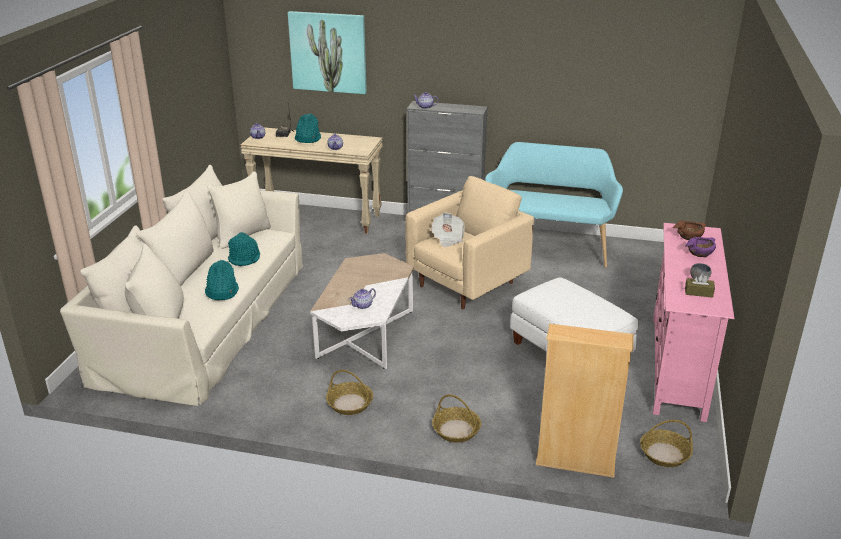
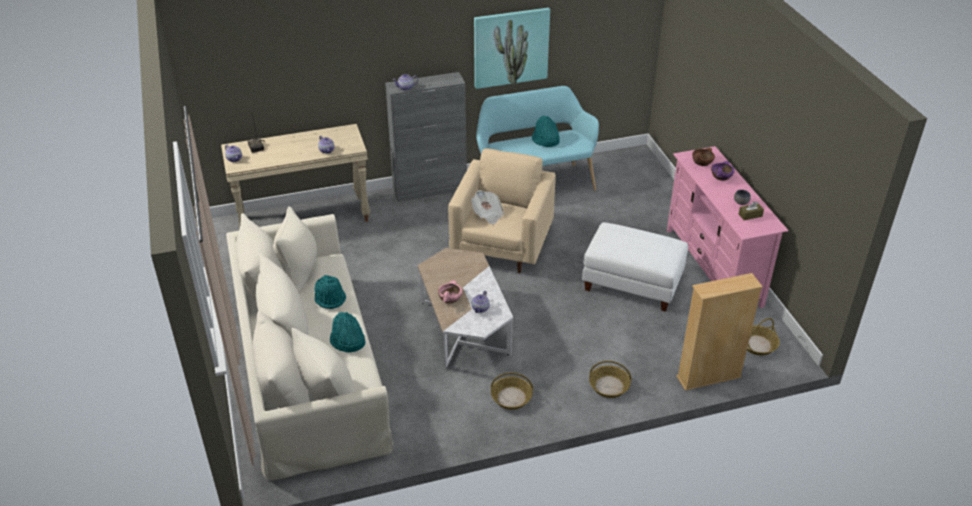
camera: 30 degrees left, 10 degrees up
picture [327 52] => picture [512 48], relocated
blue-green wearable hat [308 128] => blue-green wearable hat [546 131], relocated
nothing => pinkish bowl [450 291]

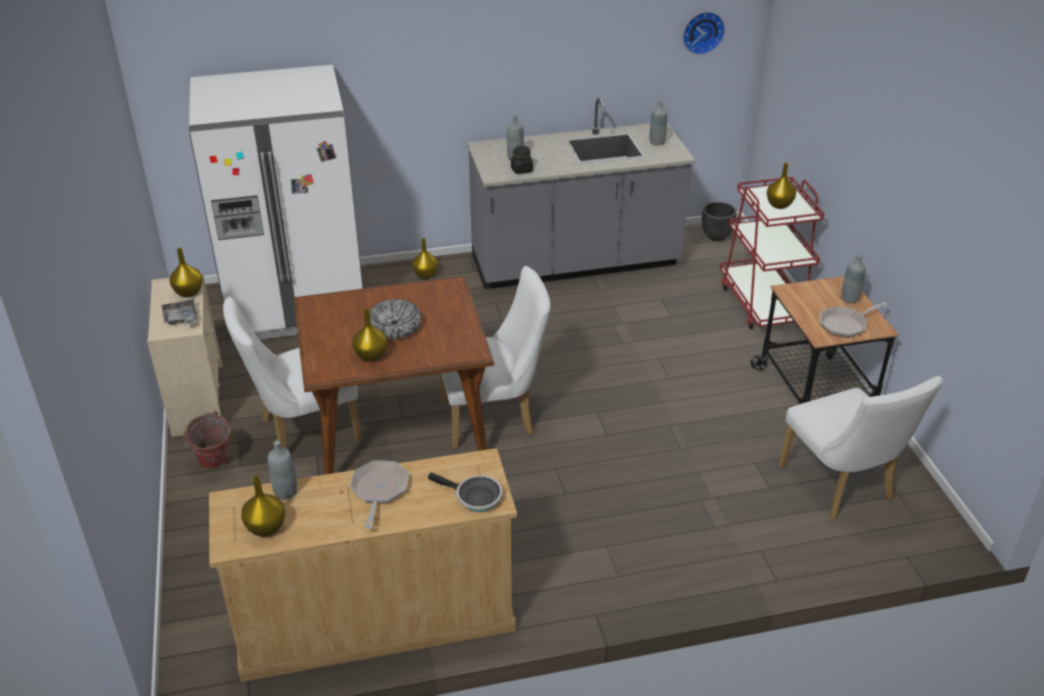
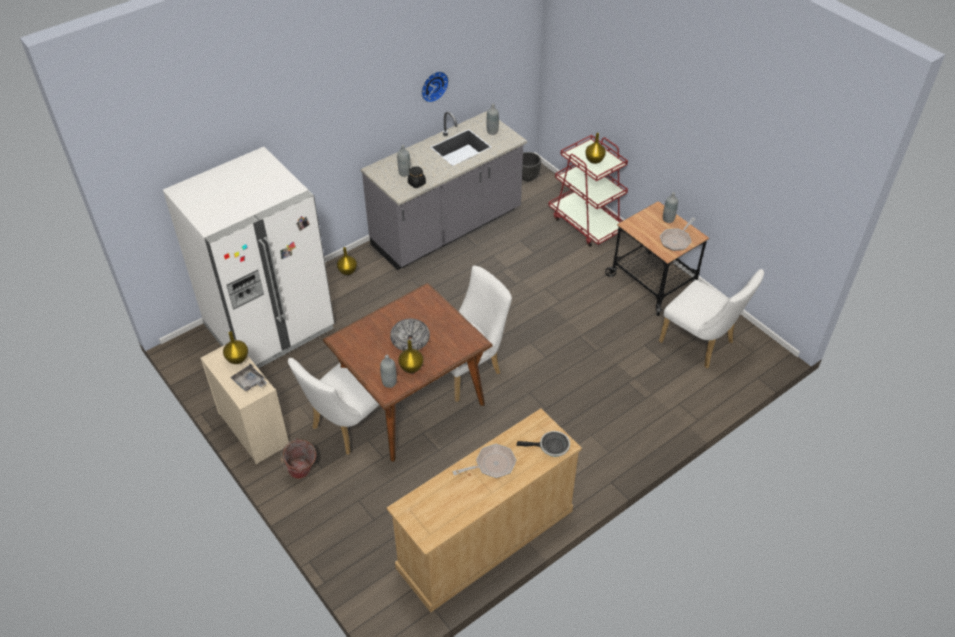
camera: 25 degrees left, 10 degrees up
yellow-coloured vase [263 506] => nothing
gray beverage bottle [282 470] => gray beverage bottle [388 371], relocated
pan [379 494] => pan [485 461], 90 degrees clockwise
wall clock [704 33] => wall clock [435 87], relocated

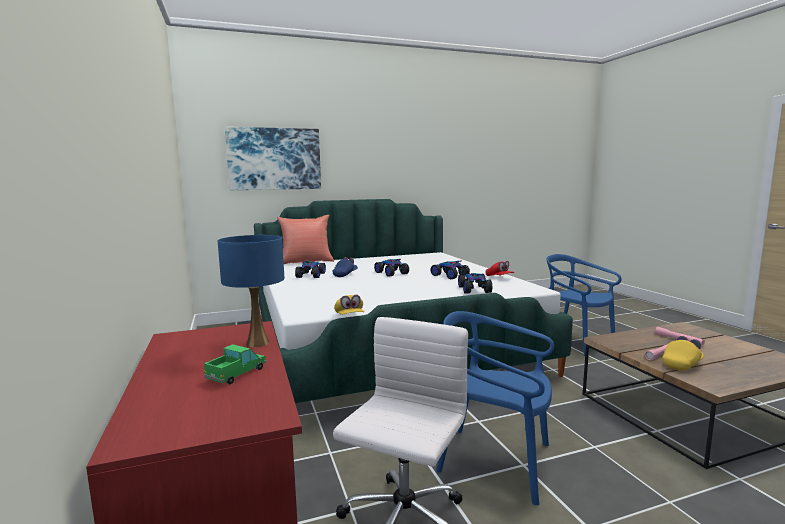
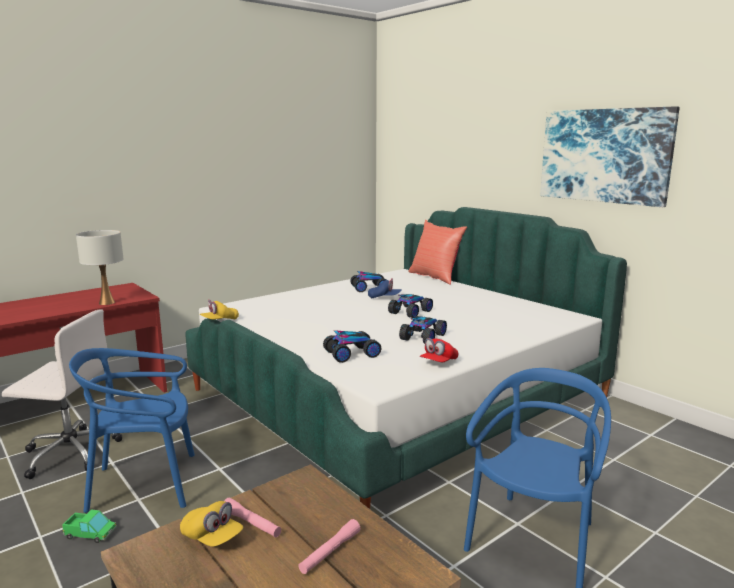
camera: 70 degrees right, 5 degrees up
toy truck [235 364] => toy truck [89 526], relocated
blue table lamp [251 291] => white-coloured table lamp [99 267]
picture [273 158] => picture [610 156], relocated
blue upright chair [495 408] => blue upright chair [132 430], 105 degrees counterclockwise

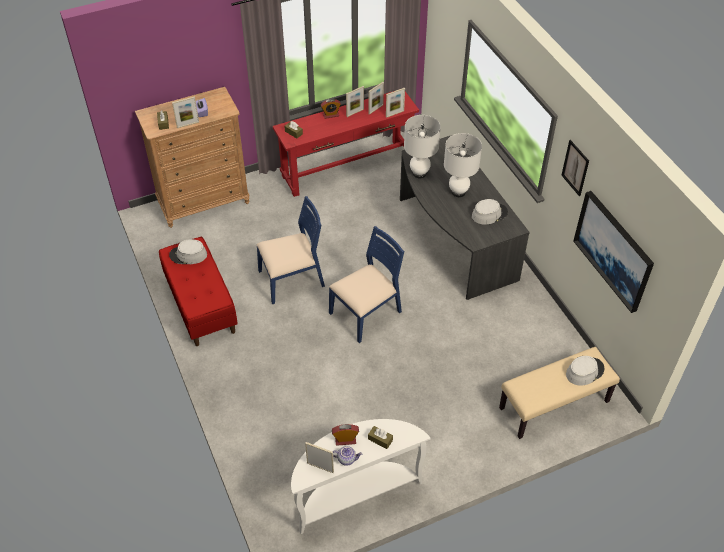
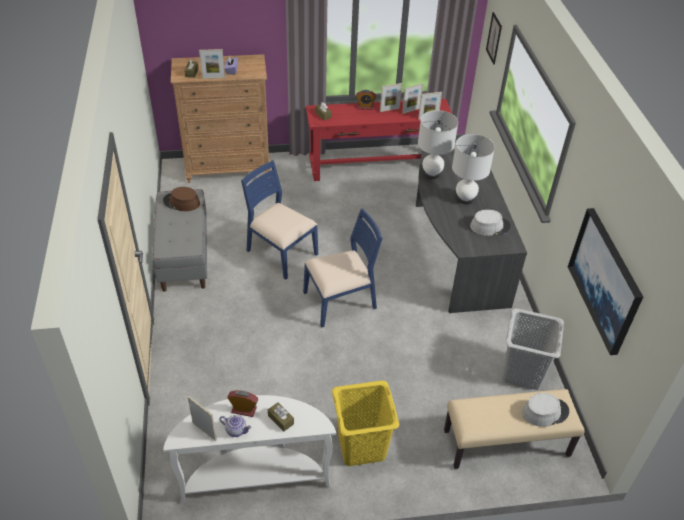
camera: 15 degrees right, 5 degrees down
red bench [198 291] => gray bench [179 240]
gray wearable hat [188 251] => brownish wearable hat [181 199]
blue upright chair [290 250] => blue upright chair [279 220], 135 degrees counterclockwise
picture [575 168] => picture [494 38], relocated
nothing => yellow-coloured hamper [365 423]
nothing => gray hamper [533 349]

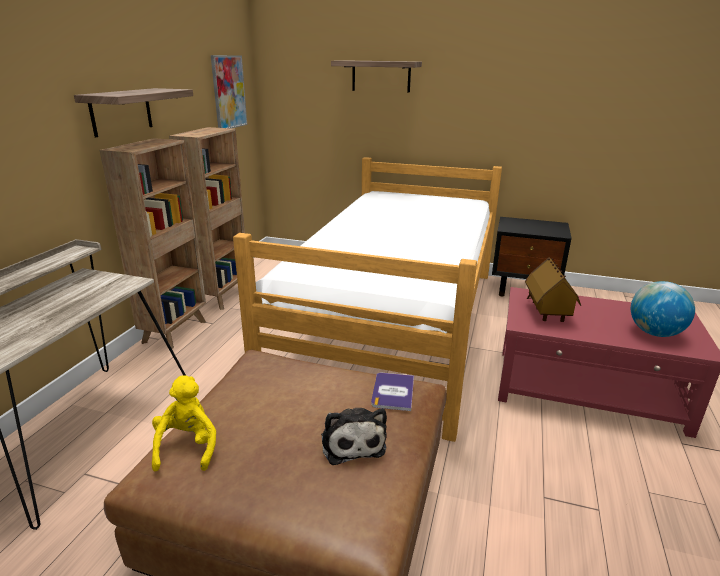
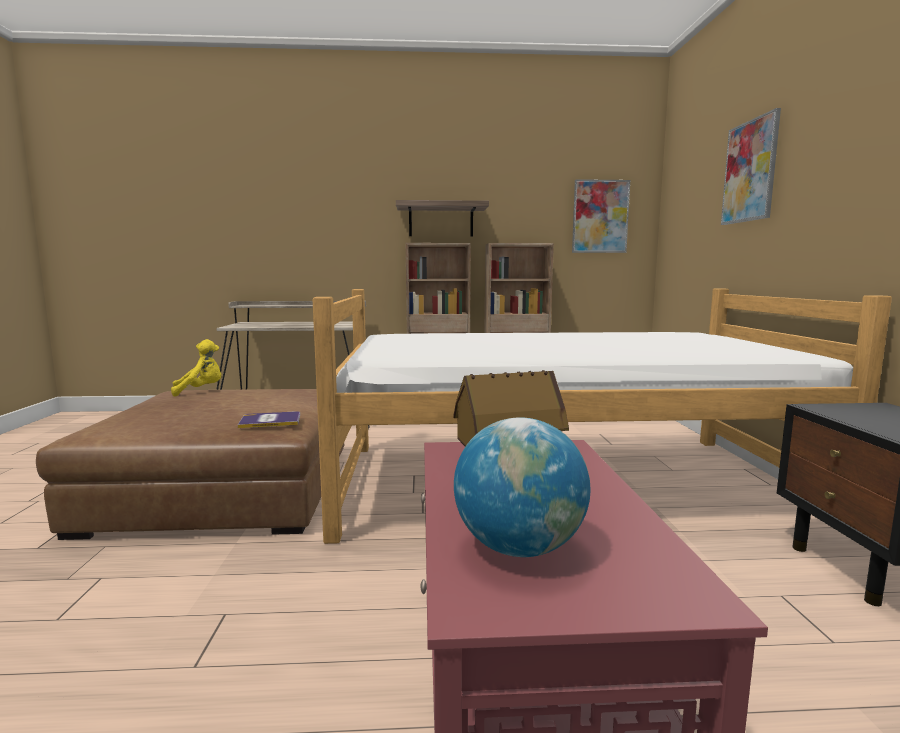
camera: 70 degrees right, 15 degrees down
plush toy [354 436] => nothing
wall shelf [376 76] => picture [751 166]

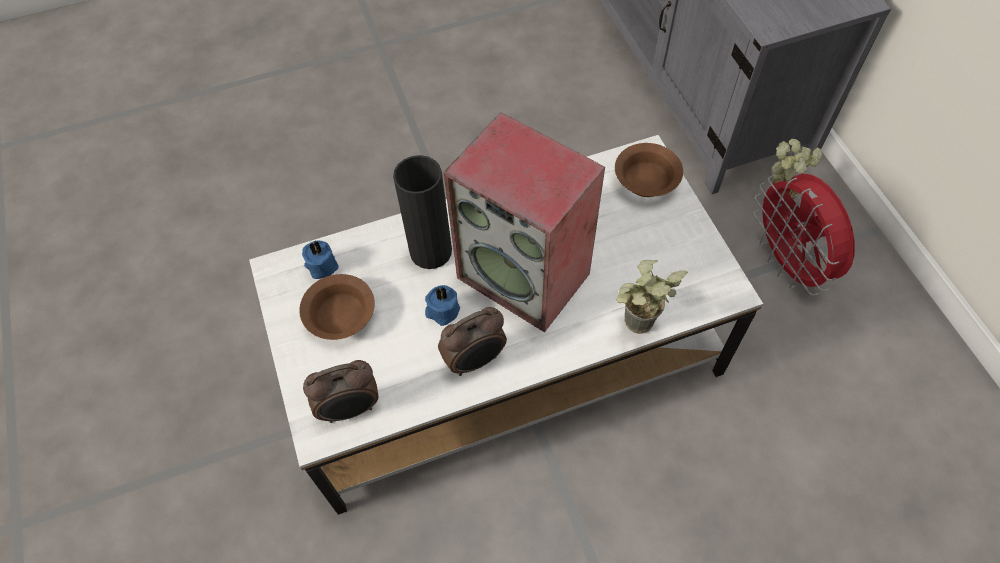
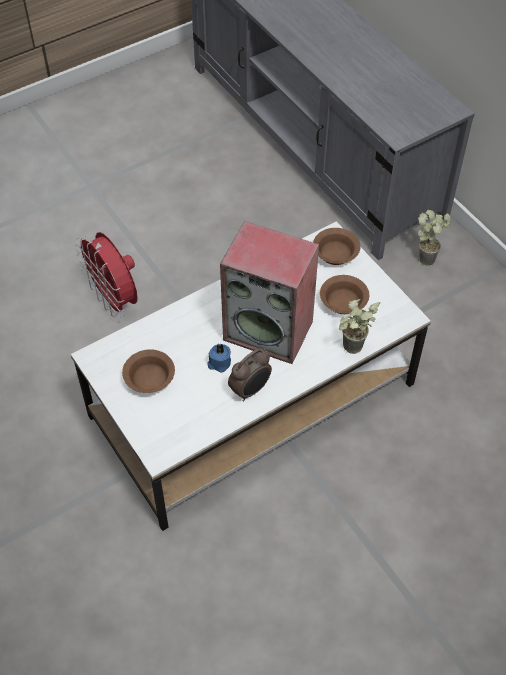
camera: 15 degrees left, 5 degrees down
blue wax light [320 260] => nothing
alarm clock [340 391] => nothing
black vase [422 212] => nothing
red electric fan [804 235] => red electric fan [106 274], relocated
nothing => brownish bowl [344 294]

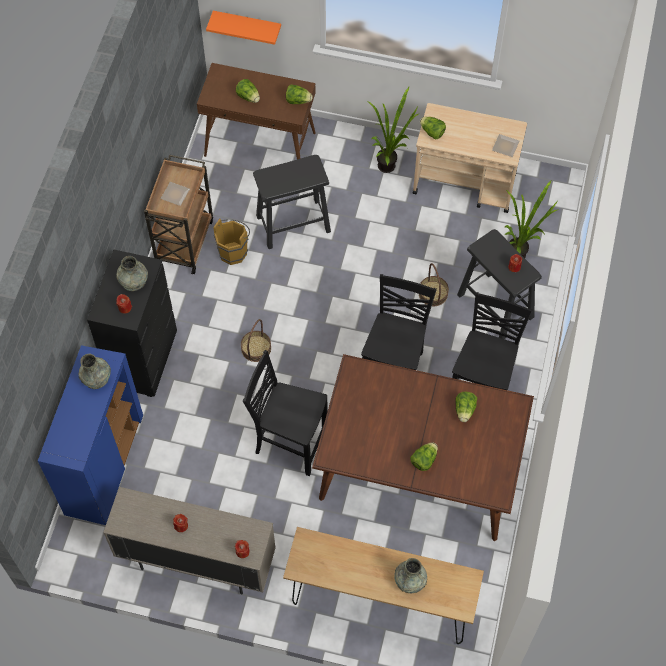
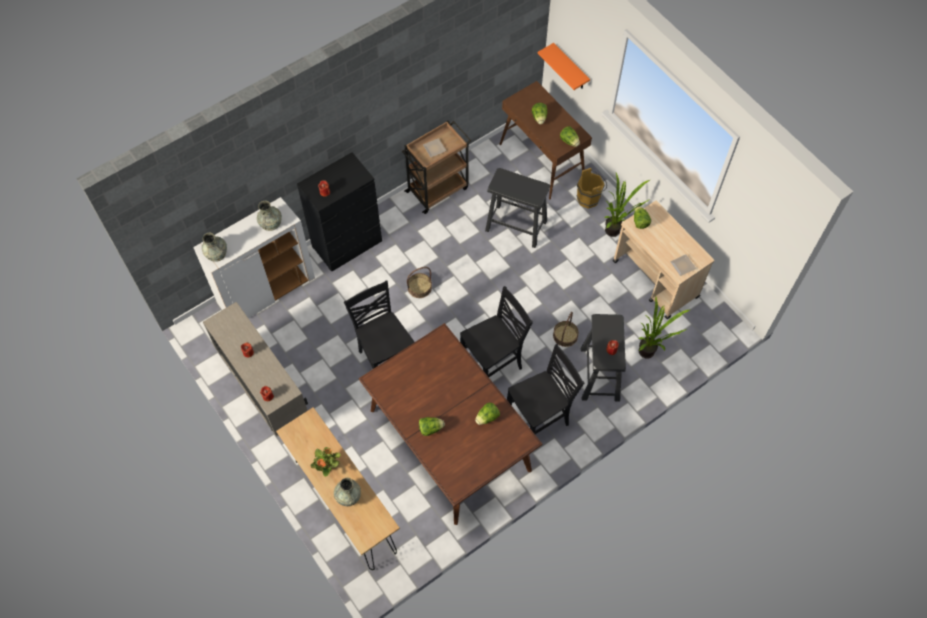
camera: 40 degrees right, 0 degrees up
blue cabinet [90 435] => white-coloured cabinet [254 257]
gray vase [132 273] => gray vase [214 247], relocated
brownish pail [231 241] => brownish pail [591 188], relocated
nothing => potted plant [326 462]

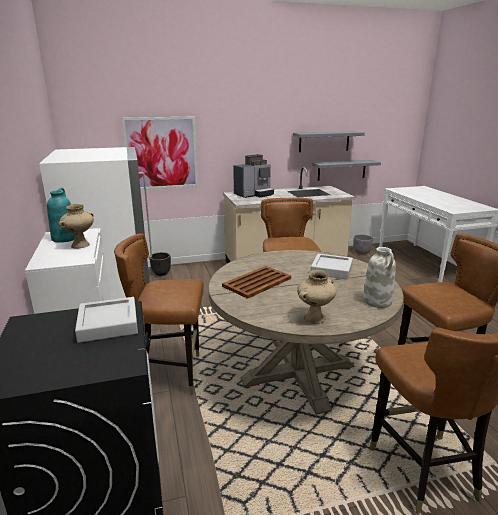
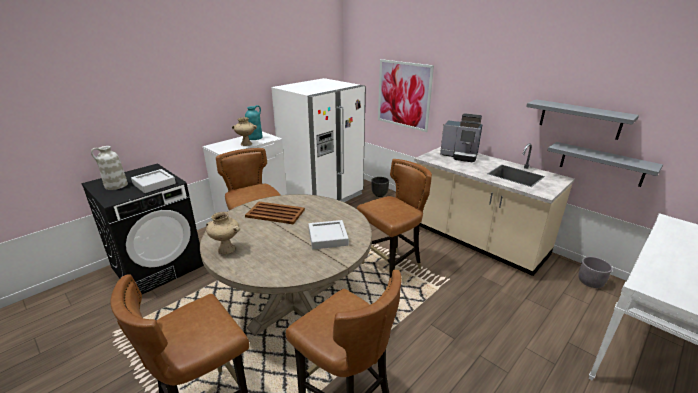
camera: 60 degrees right, 5 degrees up
white-coloured vase [379 277] => white-coloured vase [109 168], relocated

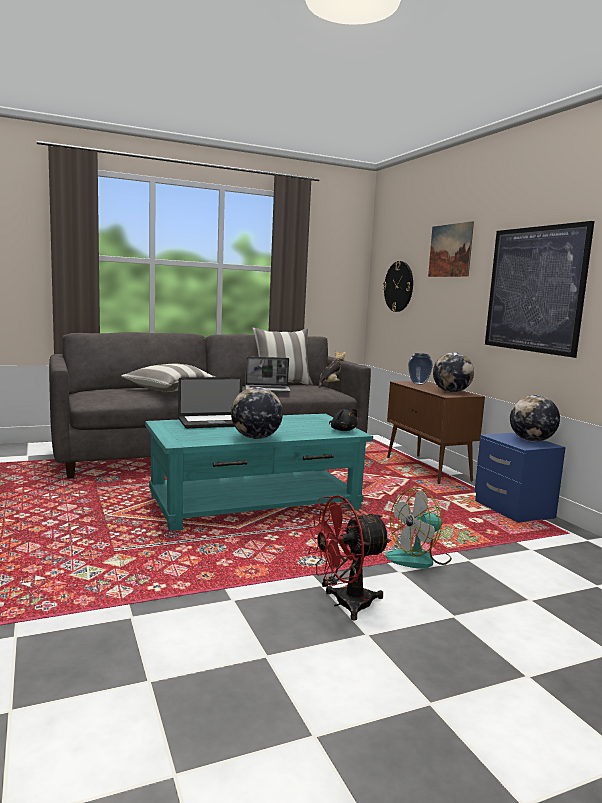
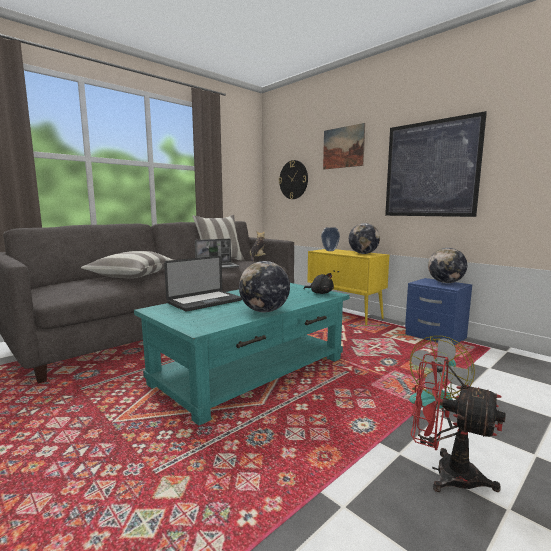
camera: 20 degrees left, 0 degrees up
red electric fan [348 558] => red electric fan [458 423], 75 degrees clockwise
brownish cabinet [436 432] => yellow-coloured cabinet [348 287]

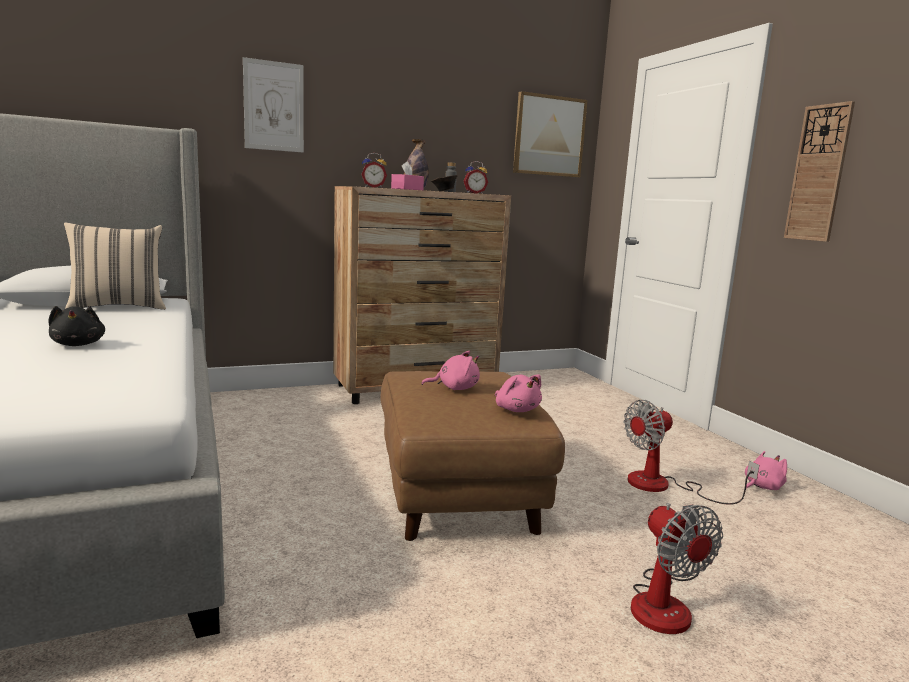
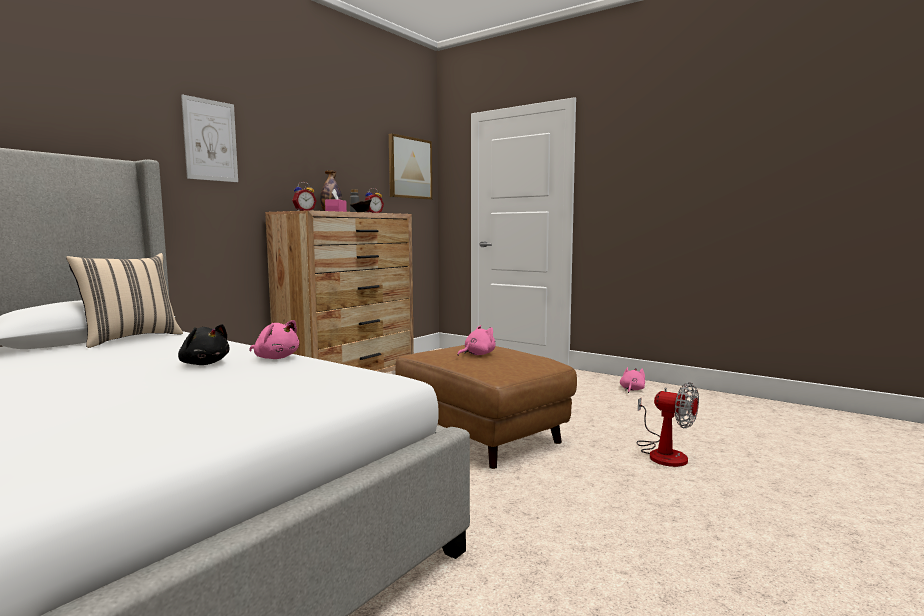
camera: 30 degrees left, 5 degrees down
pinkish plush toy [518 393] => pinkish plush toy [274 339], relocated
electric fan [691 452] => nothing
wall clock [819 171] => nothing

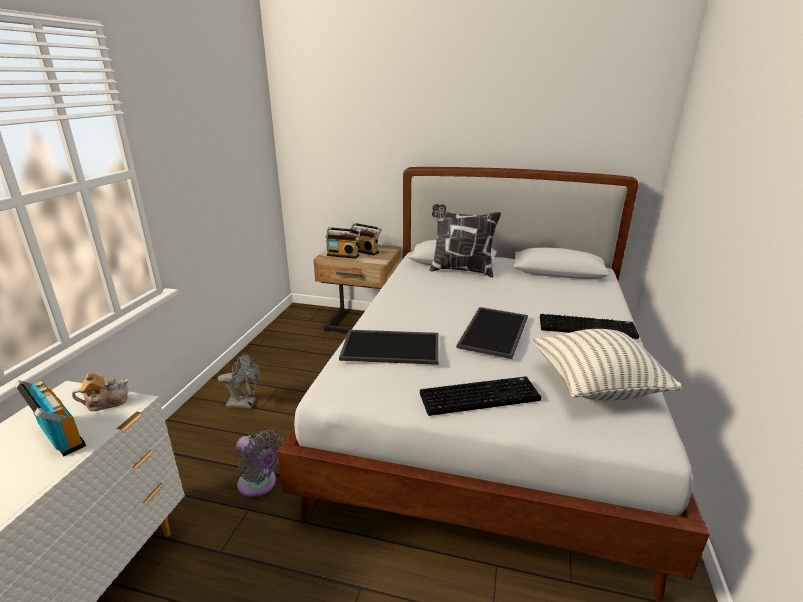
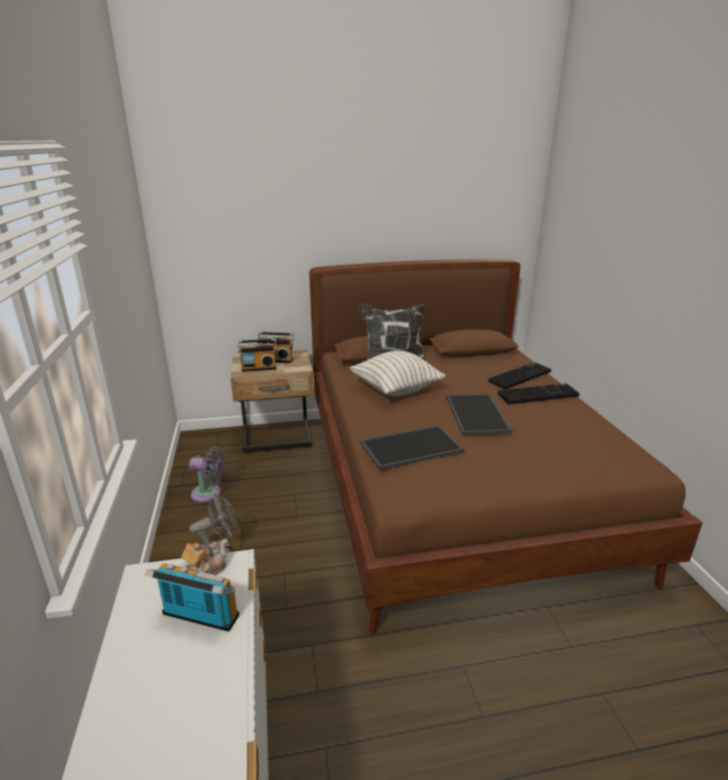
camera: 25 degrees left, 0 degrees up
gray electric fan [260 464] => gray electric fan [207 474], relocated
white-coloured bed [493 384] => brownish bed [506 446]
keyboard [480 396] => keyboard [519 375], relocated
throw pillow [607 365] => throw pillow [398 373], relocated

